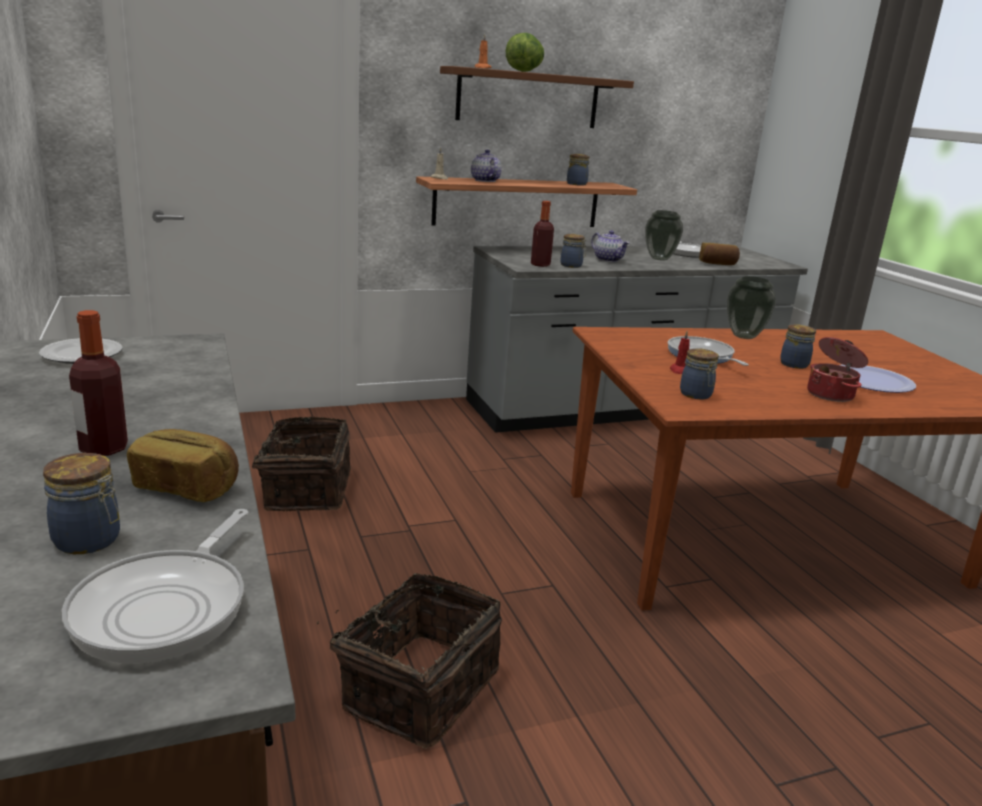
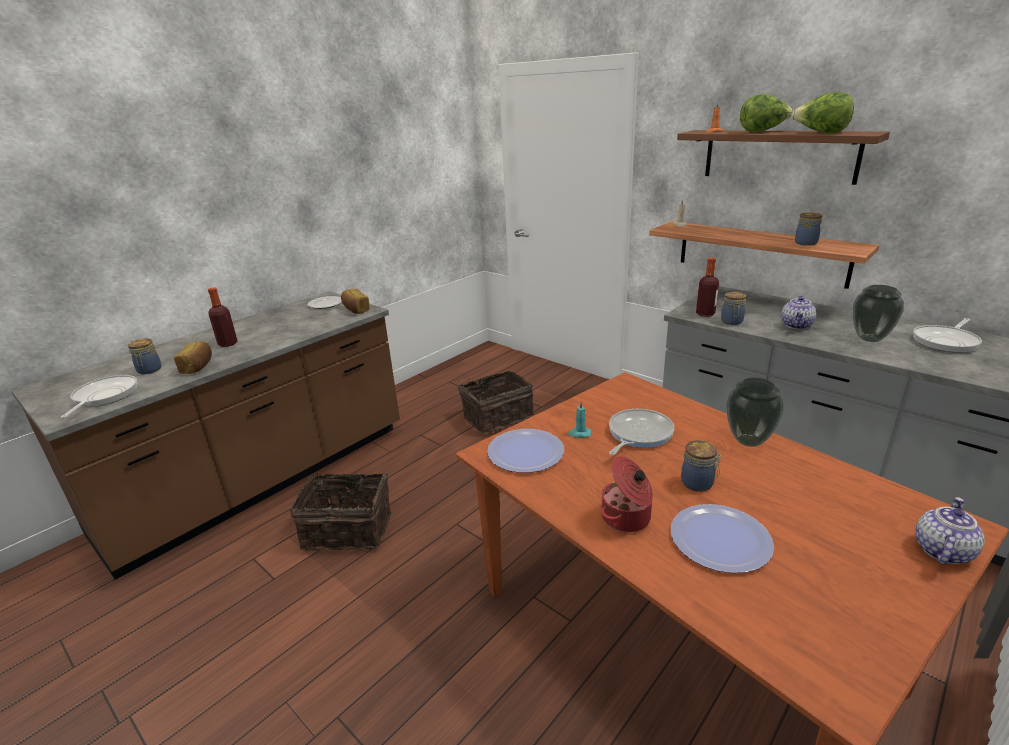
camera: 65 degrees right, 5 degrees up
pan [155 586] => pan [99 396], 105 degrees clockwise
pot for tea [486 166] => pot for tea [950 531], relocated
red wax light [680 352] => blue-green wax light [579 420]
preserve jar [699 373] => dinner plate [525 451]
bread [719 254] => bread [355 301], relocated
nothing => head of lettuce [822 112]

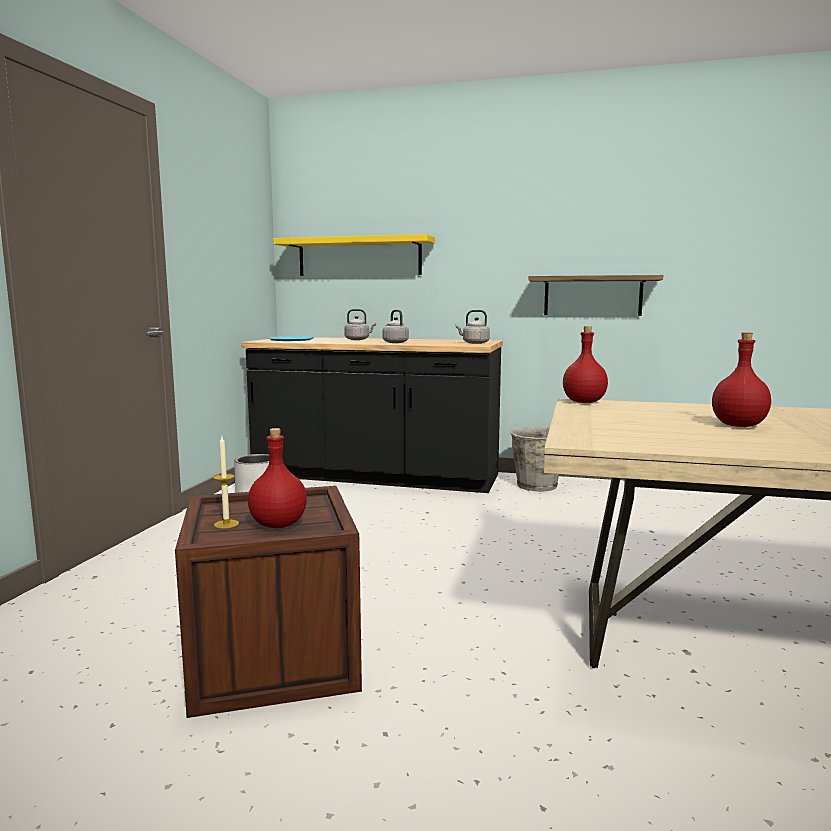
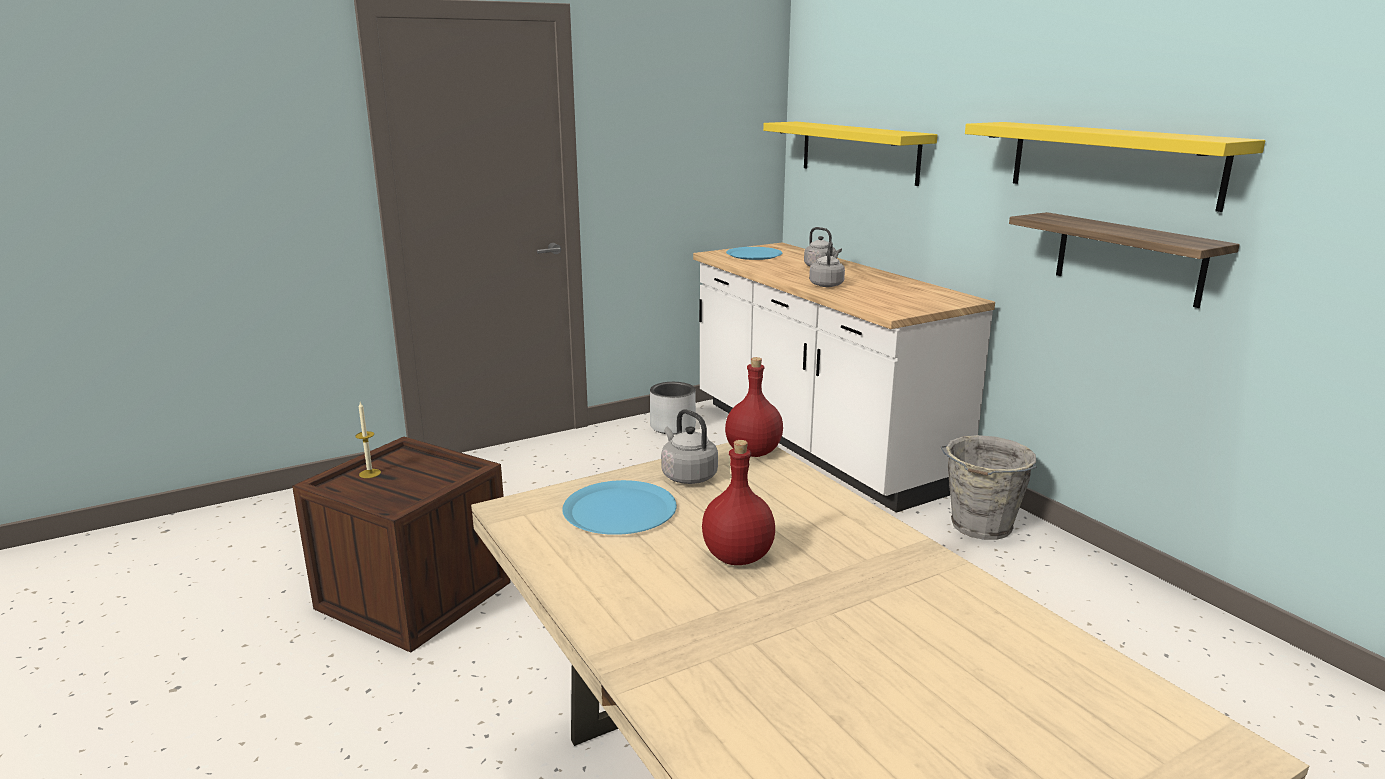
camera: 45 degrees right, 10 degrees up
black kitchen base unit [372 415] => white-coloured kitchen base unit [844 378]
red beverage bottle [277 478] => nothing
gray water kettle [473 327] => gray water kettle [689 446], relocated
nothing => blue dinner plate [619 507]
nothing => yellow-coloured wall shelf [1115 167]

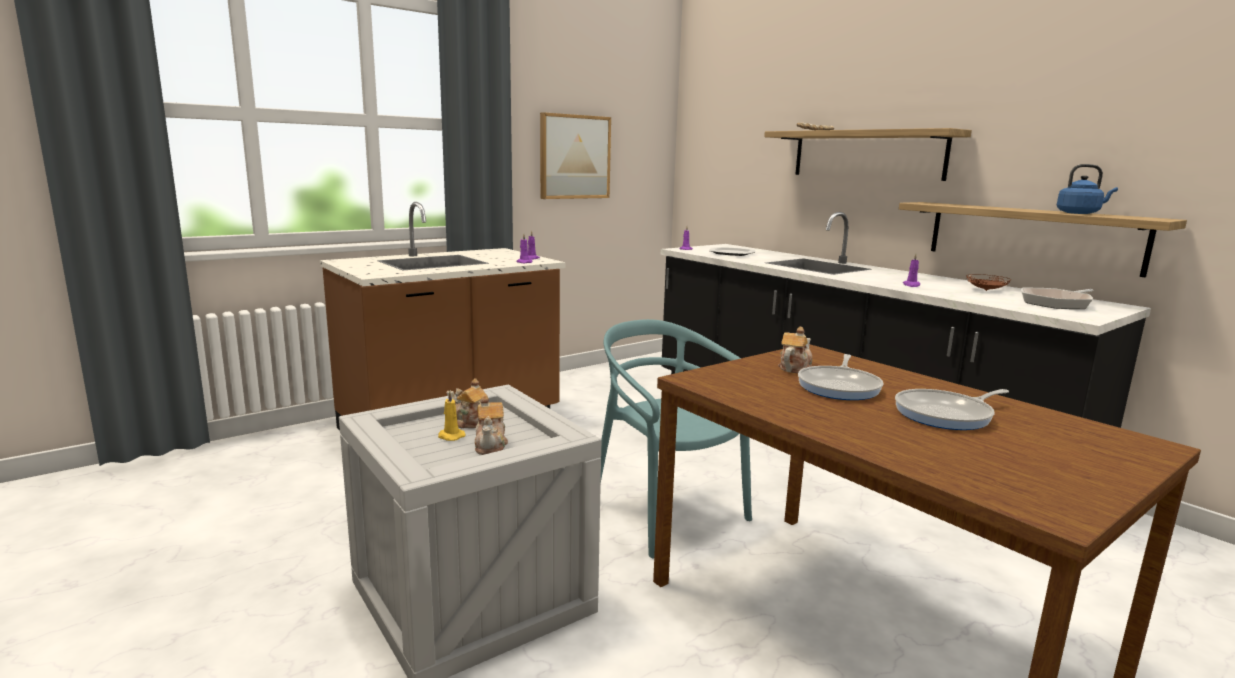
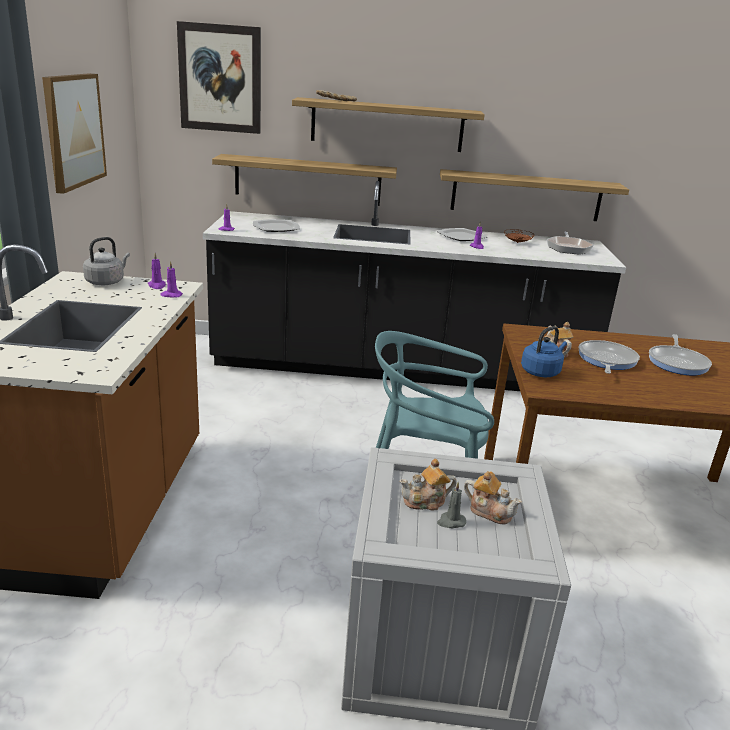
camera: 50 degrees left, 10 degrees up
yellow-coloured wax light [452 416] => gray wax light [451 505]
pan [840 377] => pan [609 357], 135 degrees counterclockwise
blue water kettle [1087 189] => blue water kettle [544 351], relocated
nothing => gray water kettle [106 261]
nothing => picture [219 77]
nothing => wall shelf [304 180]
nothing => dinner plate [462 234]

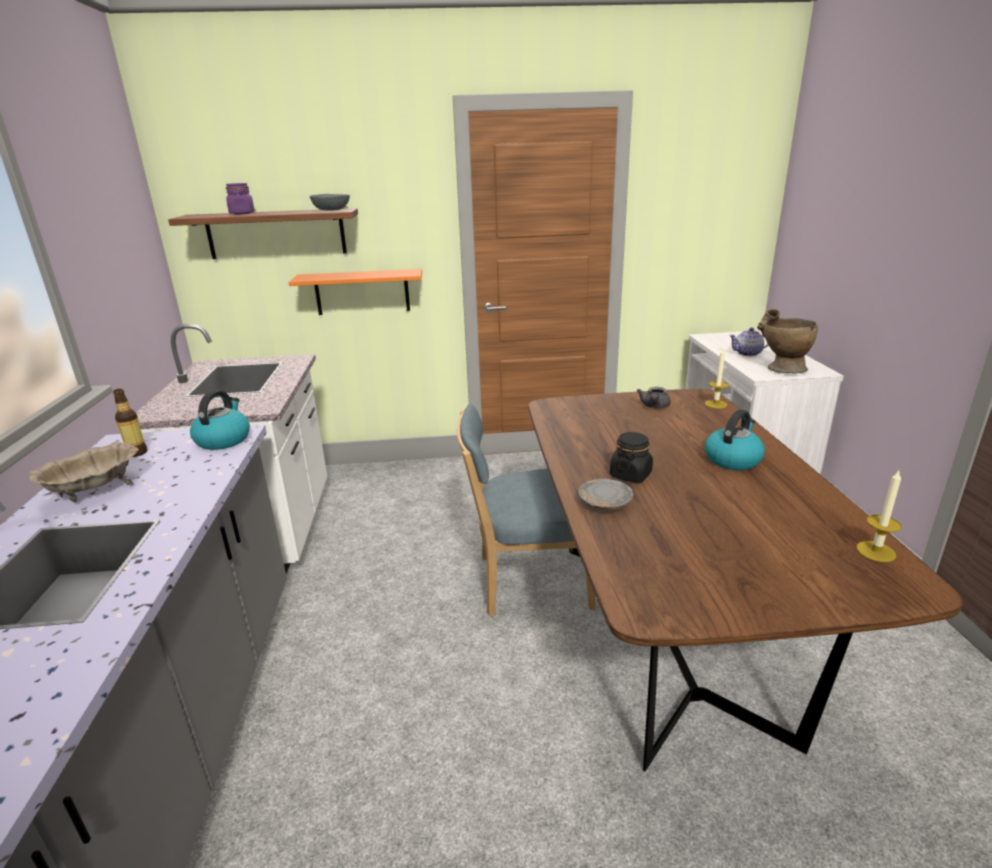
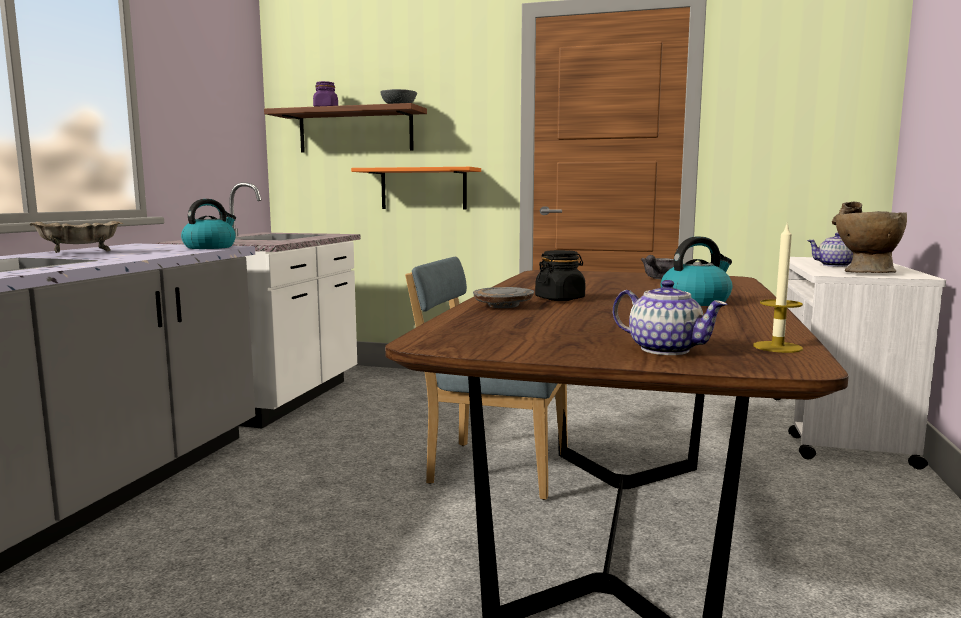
camera: 20 degrees right, 15 degrees down
beverage bottle [130 423] => nothing
wax light [716 379] => nothing
nothing => pot for tea [670 317]

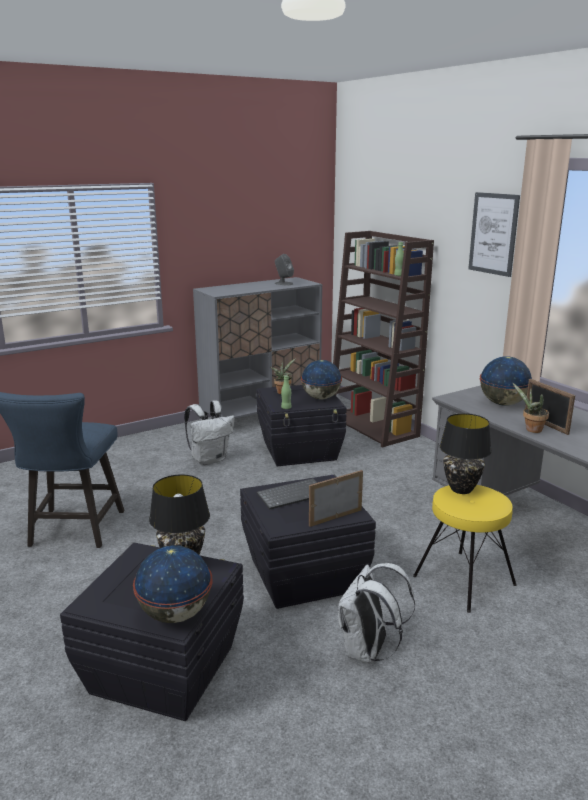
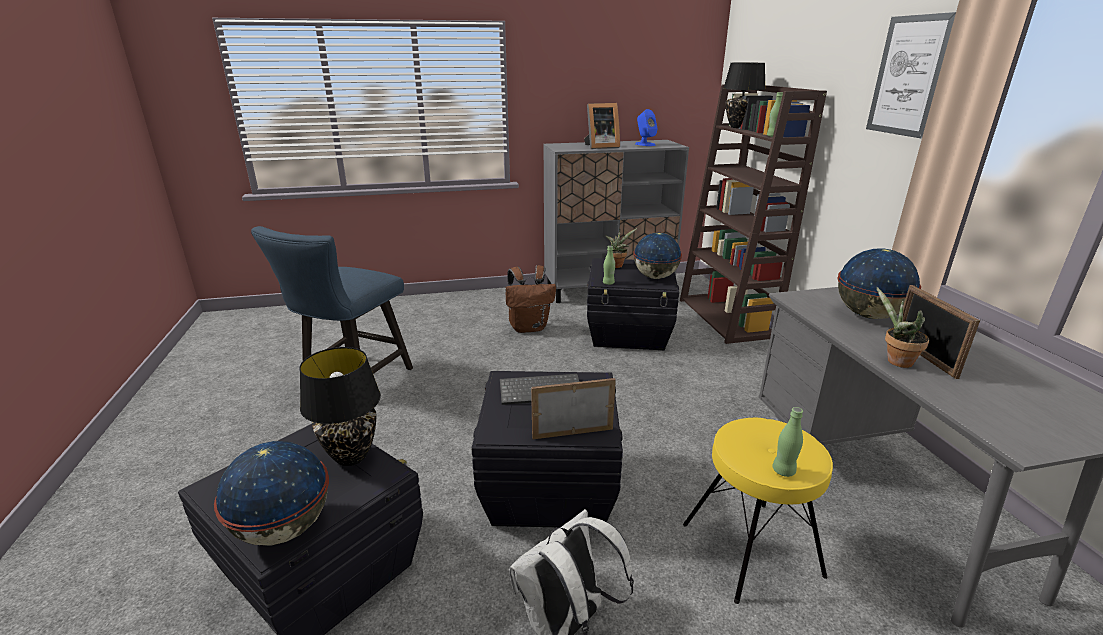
camera: 20 degrees right, 5 degrees up
white-coloured knapsack [209 432] => brownish knapsack [530 299]
gray audio speaker [284 270] => blue audio speaker [646 127]
black table lamp [466 453] => black table lamp [744 95], relocated
nothing => standing frame [602 126]
nothing => green beverage bottle [787 442]

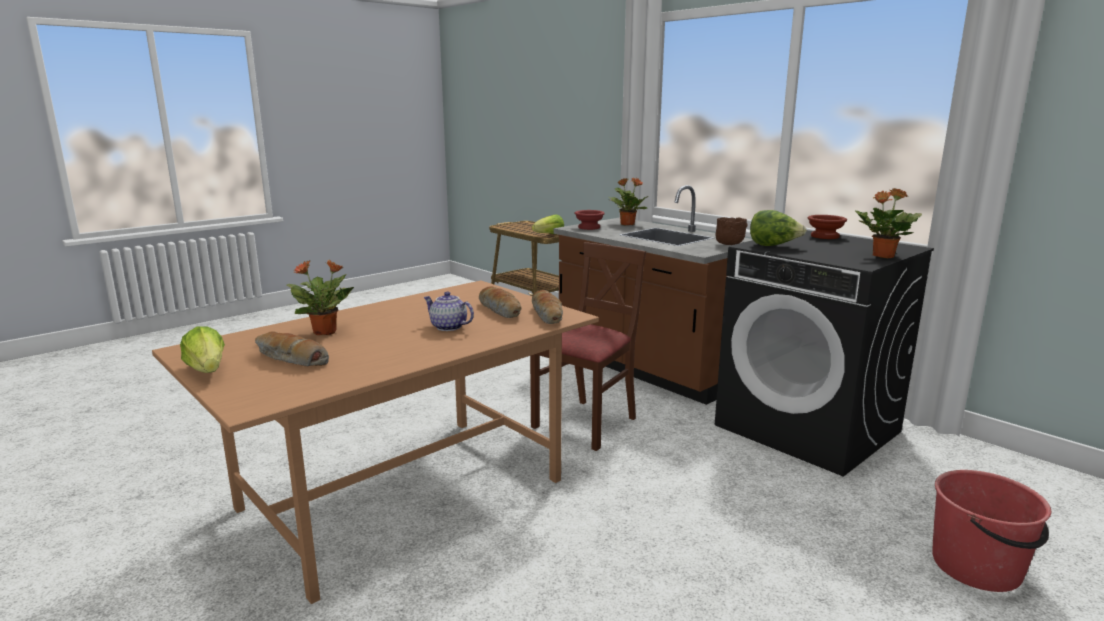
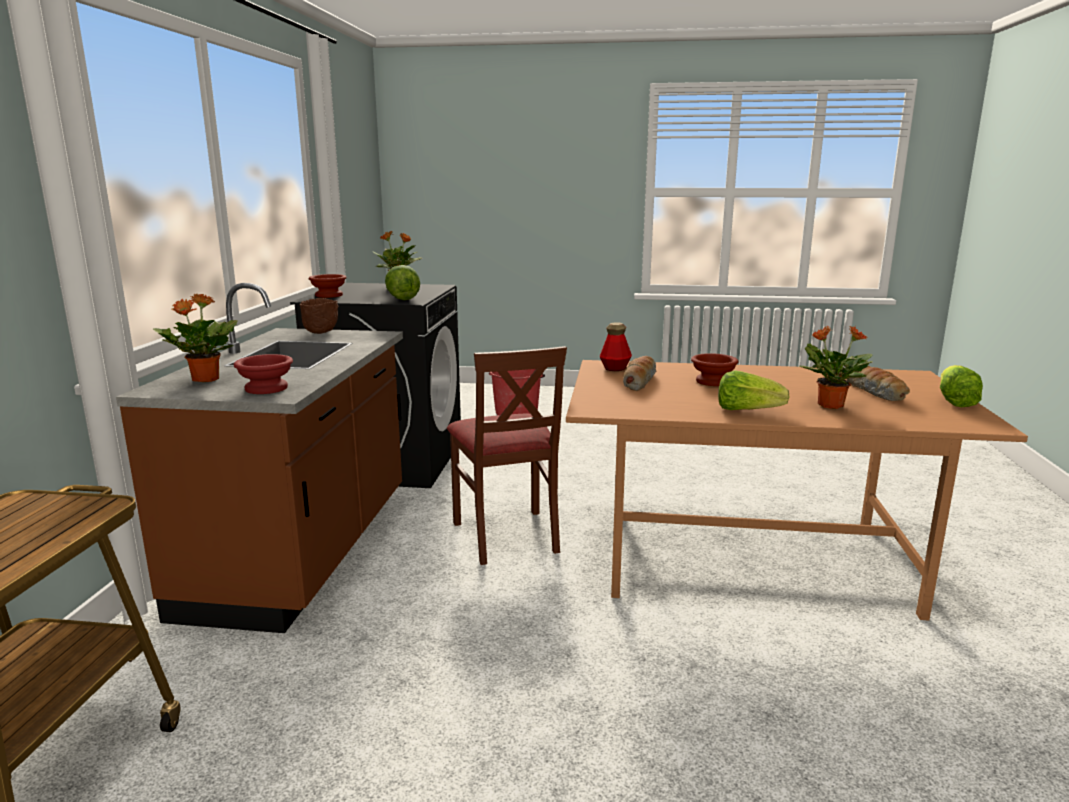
camera: 130 degrees left, 0 degrees up
pot for tea [448 311] => brownish bowl [715 369]
brownish upright chair [588 346] => brownish upright chair [507 455], 105 degrees counterclockwise
head of lettuce [548 224] => head of lettuce [754 390], relocated
bread [547 307] => beverage bottle [616 346]

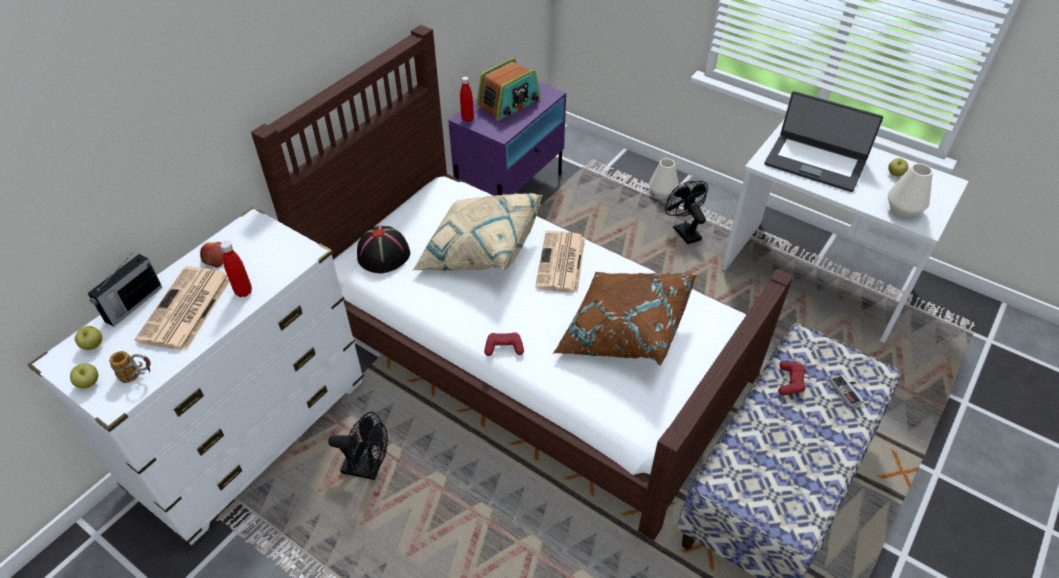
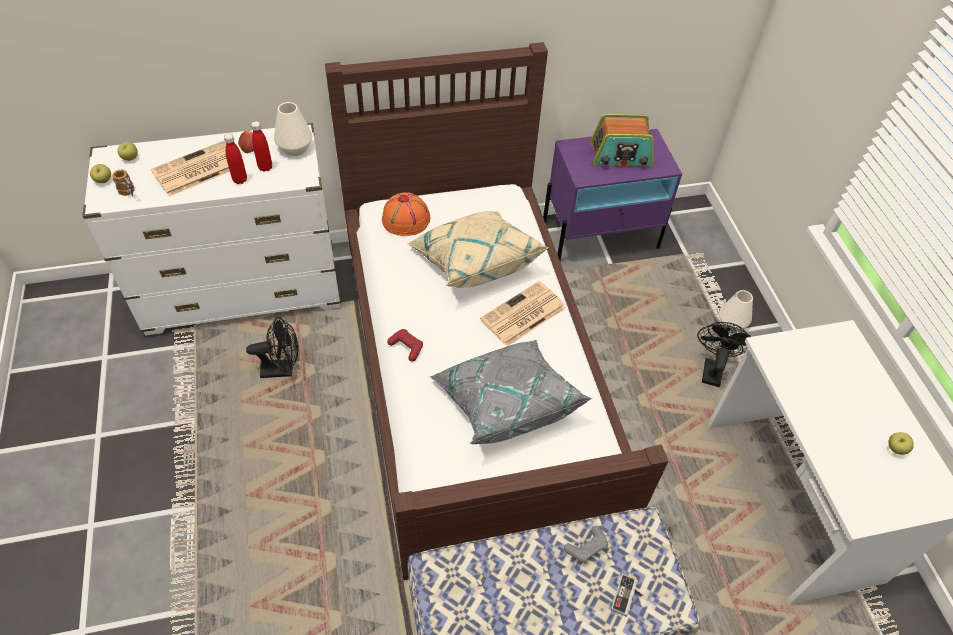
camera: 40 degrees right, 5 degrees up
radio receiver [125 290] => nothing
black electric fan [358 446] => black electric fan [272 347], 60 degrees counterclockwise
black wearable hat [383 249] => orange wearable hat [406 214]
red beverage bottle [467 99] => red beverage bottle [261 146], relocated
brownish throw pillow [625 319] => gray throw pillow [510 392]
portable computer [823 141] => nothing
red joypad [792 378] => gray joypad [586 545]
white-coloured vase [910 190] => white-coloured vase [293 129], relocated

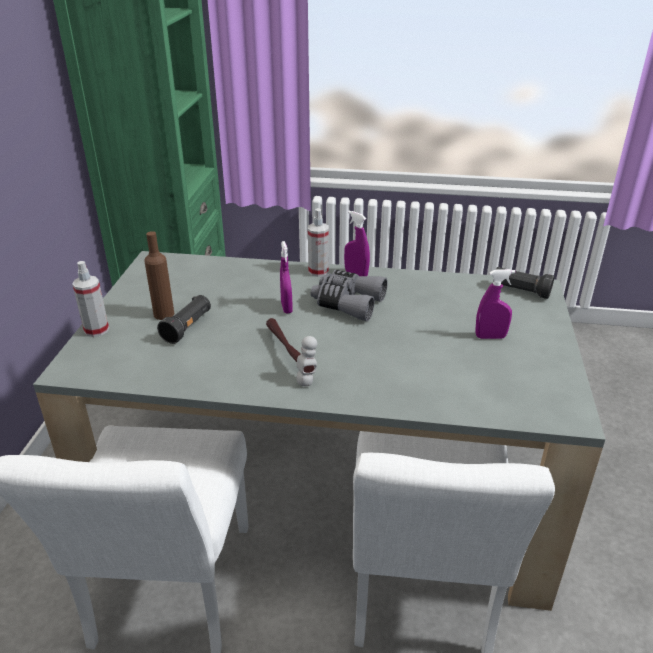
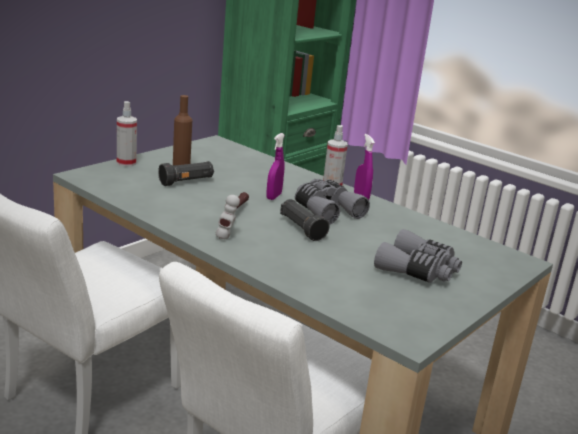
camera: 30 degrees right, 10 degrees down
purple-coloured spray bottle [495 304] => gray field glasses [418 256]
black hand torch [523 283] => black hand torch [304 220], relocated

